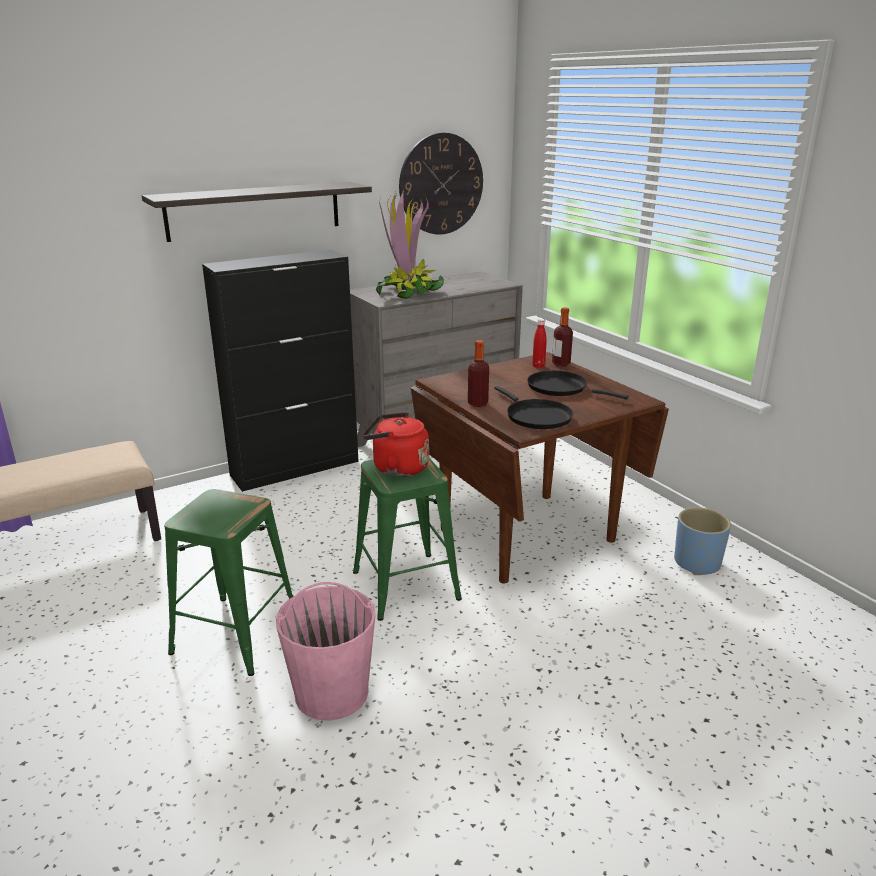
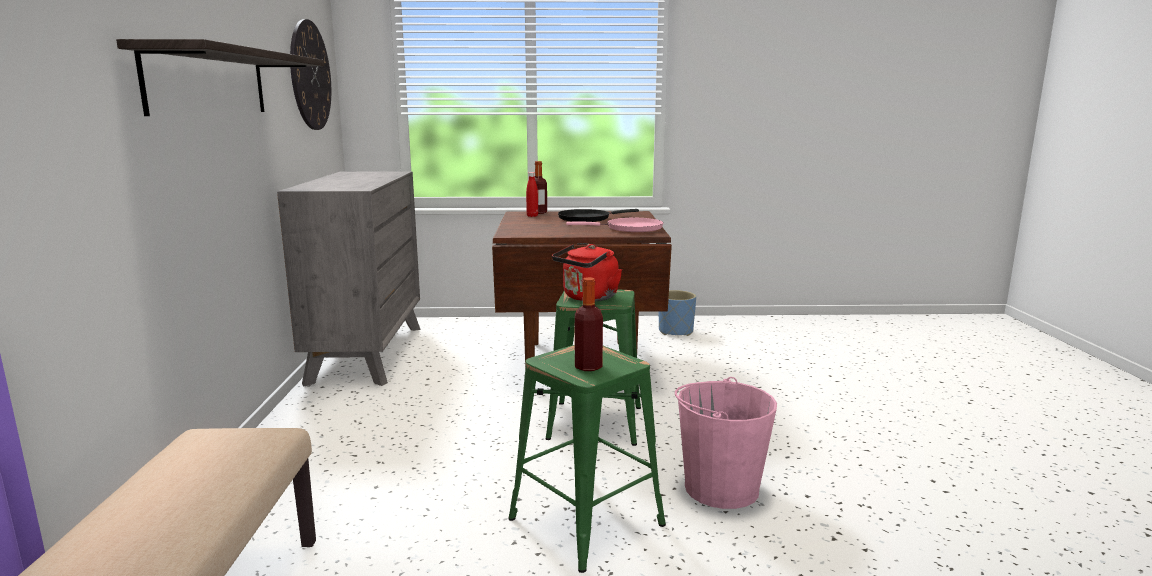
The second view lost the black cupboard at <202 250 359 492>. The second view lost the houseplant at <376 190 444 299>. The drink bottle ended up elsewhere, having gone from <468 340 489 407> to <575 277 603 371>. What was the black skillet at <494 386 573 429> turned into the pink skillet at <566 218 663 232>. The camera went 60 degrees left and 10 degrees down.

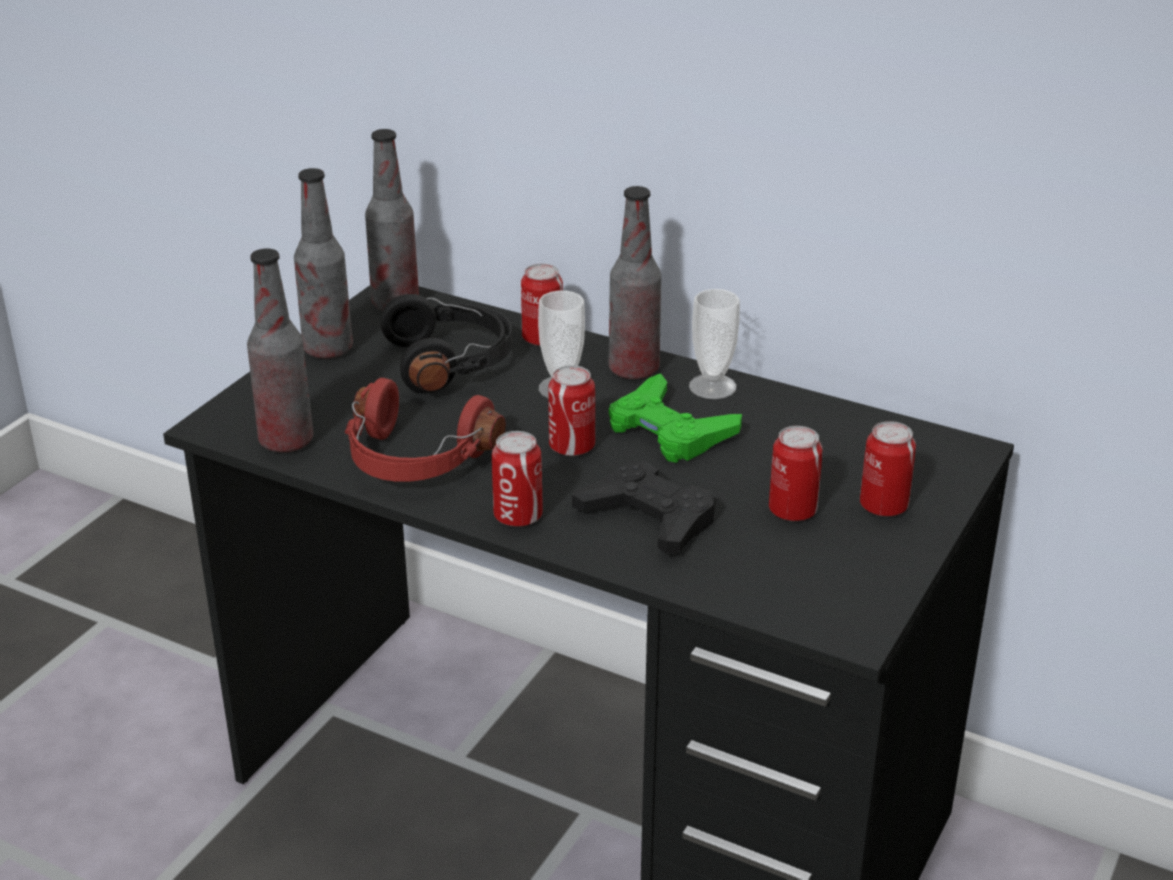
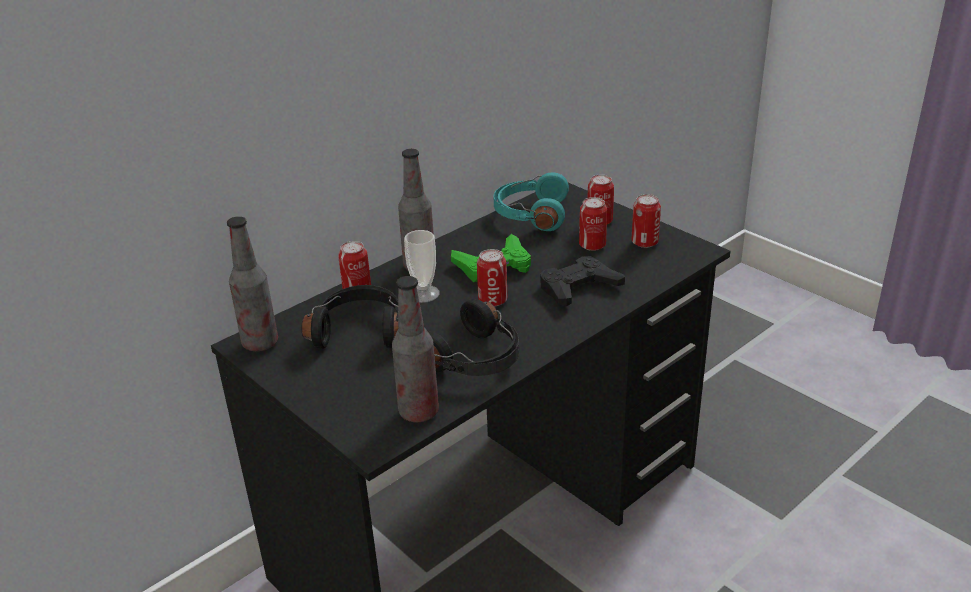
The second view lost the drink bottle at <294 168 353 358>. The second view lost the cup at <689 289 740 399>. The second view gained the turquoise headphones at <494 173 569 231>. The metal can ended up elsewhere, having gone from <492 431 543 527> to <631 194 661 248>. What was the red headphones at <345 378 506 482> turned into the black headphones at <428 299 519 376>. The camera went 70 degrees left and 0 degrees up.

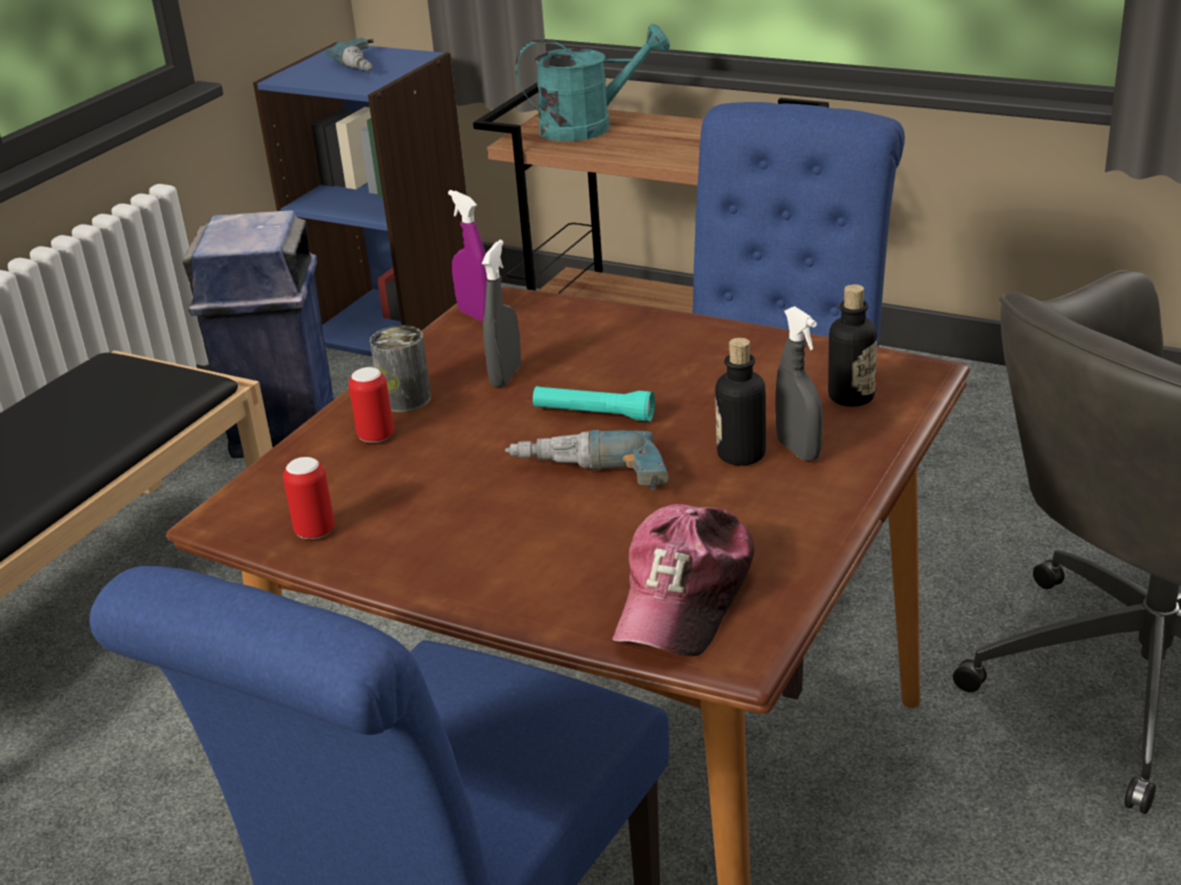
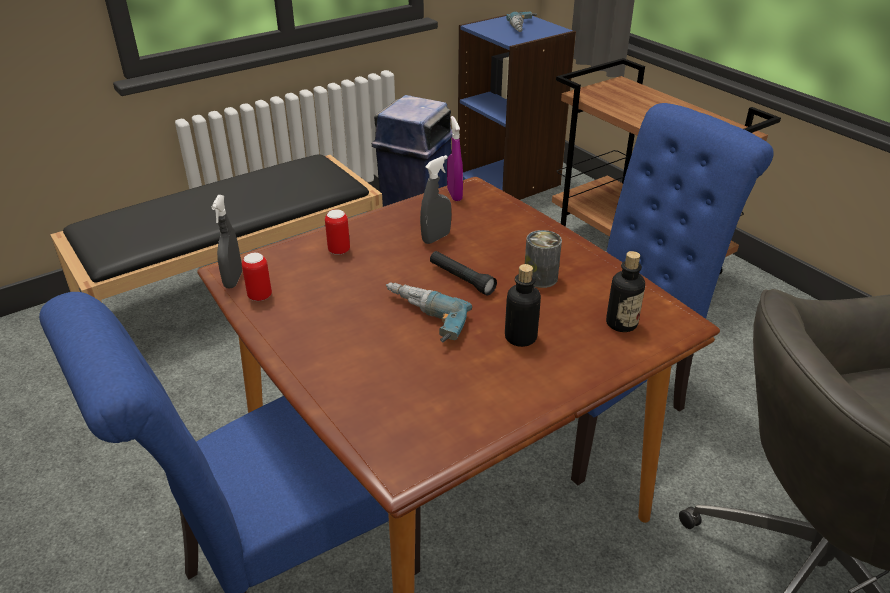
The second view lost the turquoise watering can at <515 24 670 141>. The second view lost the baseball cap at <612 504 754 656>. The metal can ended up elsewhere, having gone from <370 326 431 412> to <525 230 562 288>. The grey hand sprayer ended up elsewhere, having gone from <775 306 823 461> to <211 195 242 288>. What was the turquoise torch at <533 386 655 421> turned into the black torch at <430 251 497 295>. The camera went 25 degrees right and 5 degrees up.

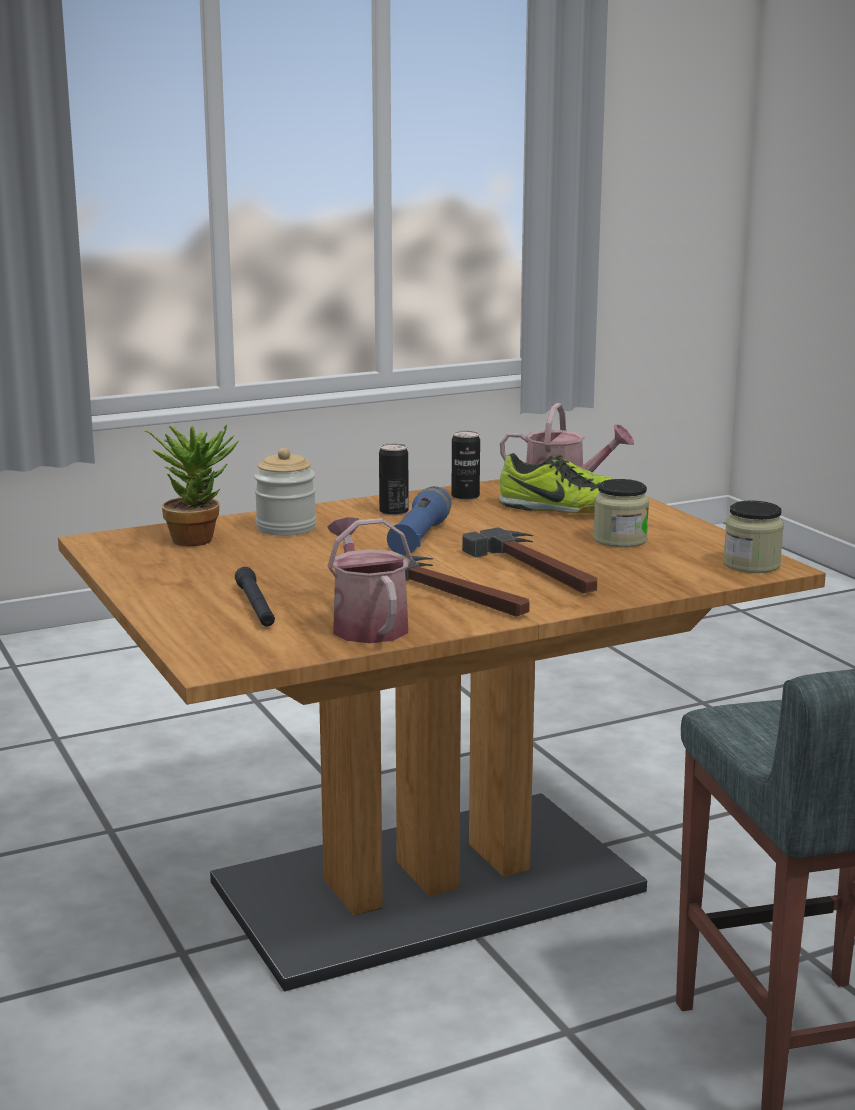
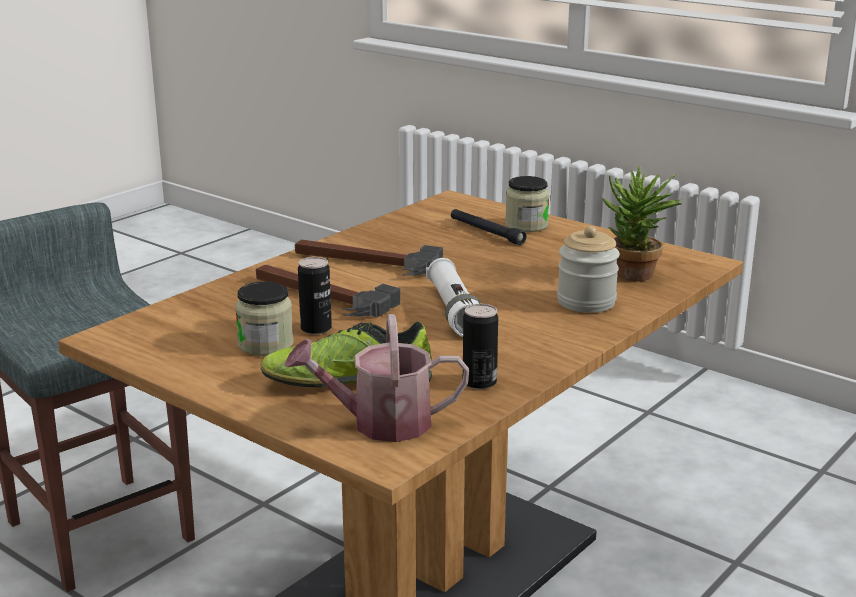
The second view lost the watering can at <327 517 412 643>. The metal can ended up elsewhere, having gone from <379 443 409 516> to <298 257 332 335>. The preserve jar ended up elsewhere, having gone from <723 500 784 573> to <505 176 550 232>. What was the bluish torch at <387 486 452 555> turned into the white-coloured torch at <426 258 481 337>. The camera went 155 degrees right and 5 degrees up.

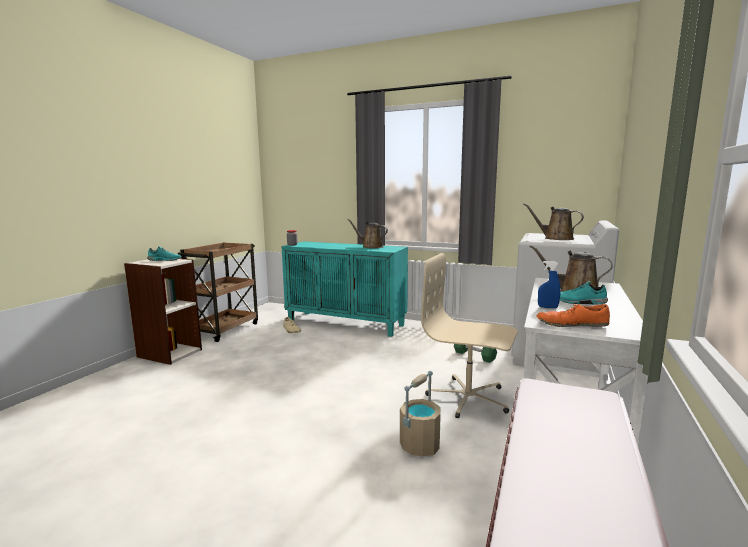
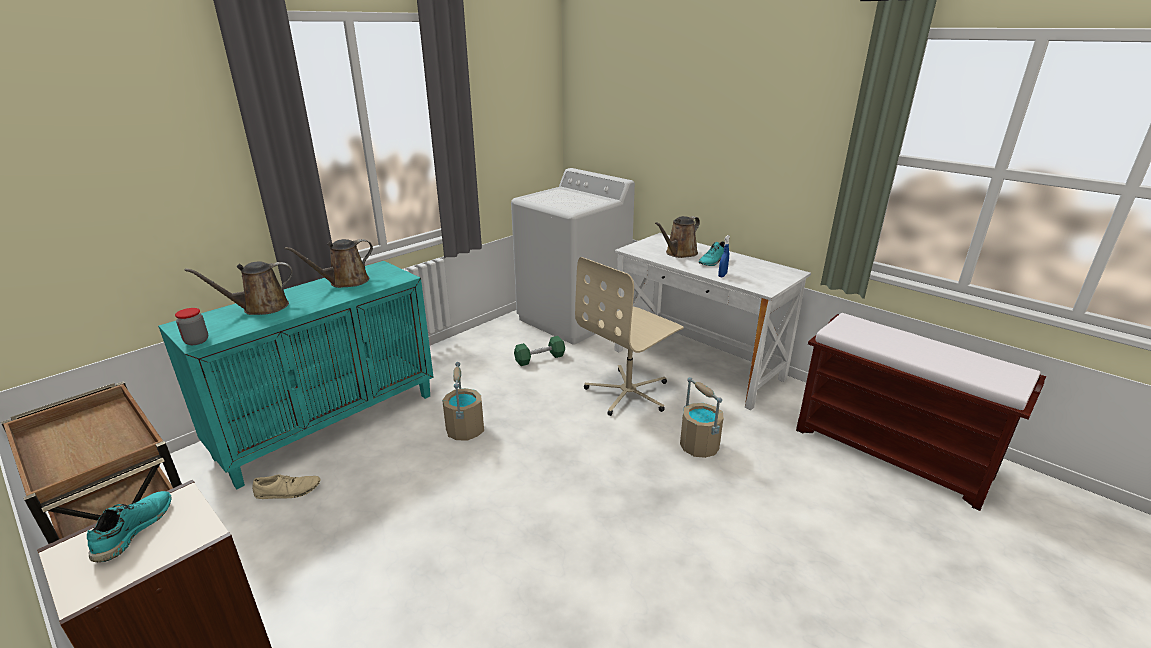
The second view lost the orange shoe at <536 304 610 327>. The second view gained the beige bucket at <442 362 484 441>. The brown watering can ended up elsewhere, having gone from <523 203 584 240> to <184 261 293 315>. The camera went 70 degrees left and 15 degrees up.

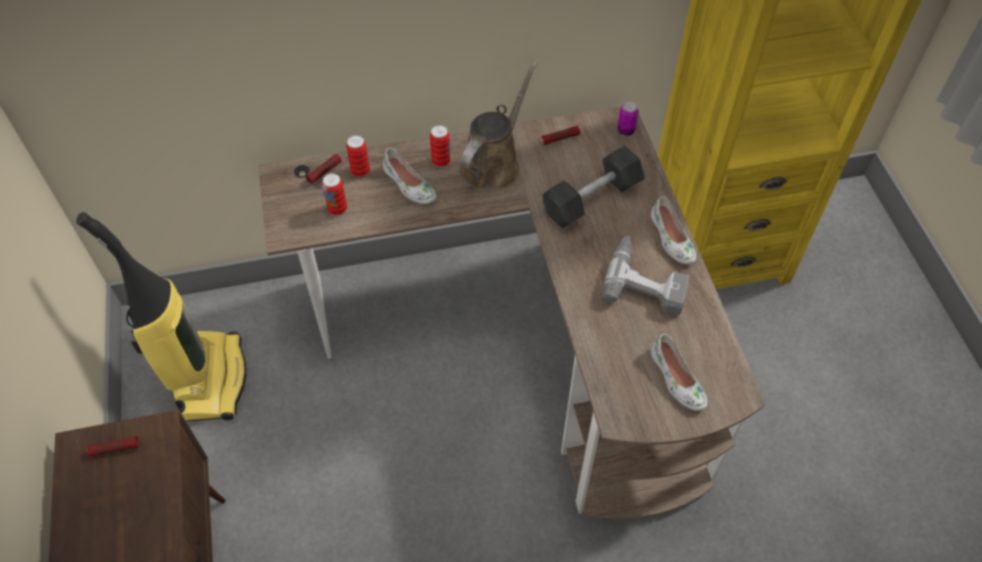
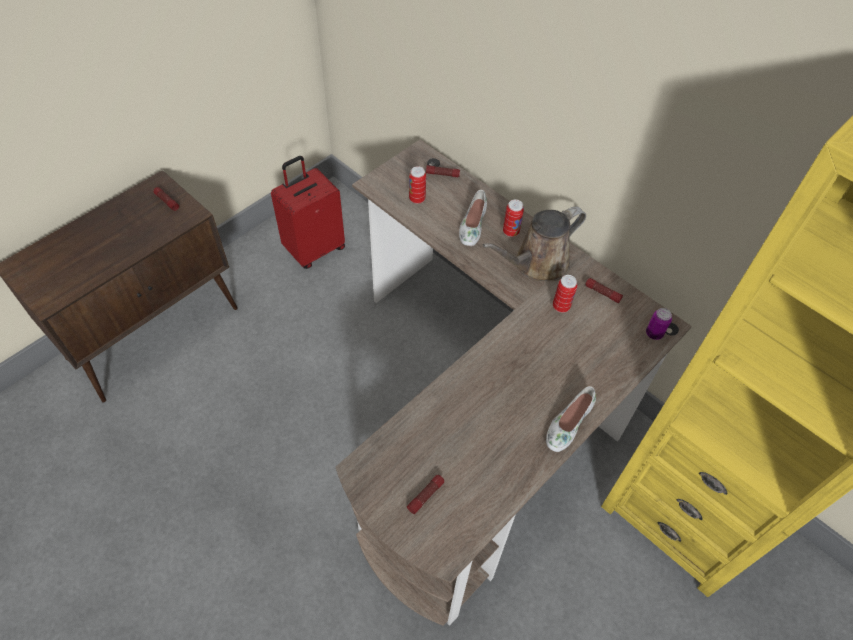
The second view lost the grey dumbbell at <542 145 645 228>. The second view lost the drill at <603 236 690 315>. The metal can ended up elsewhere, having gone from <346 135 370 177> to <553 275 577 313>. Where the vacuum stood at <76 212 246 421>, the red suitcase came to stand at <271 156 345 269>. Where the white-coloured shoe stood at <651 334 707 411>, the torch came to stand at <407 475 444 514>. The brown watering can at <460 61 538 191> ended up facing another way, 150 degrees clockwise from before. The camera went 55 degrees right and 0 degrees up.

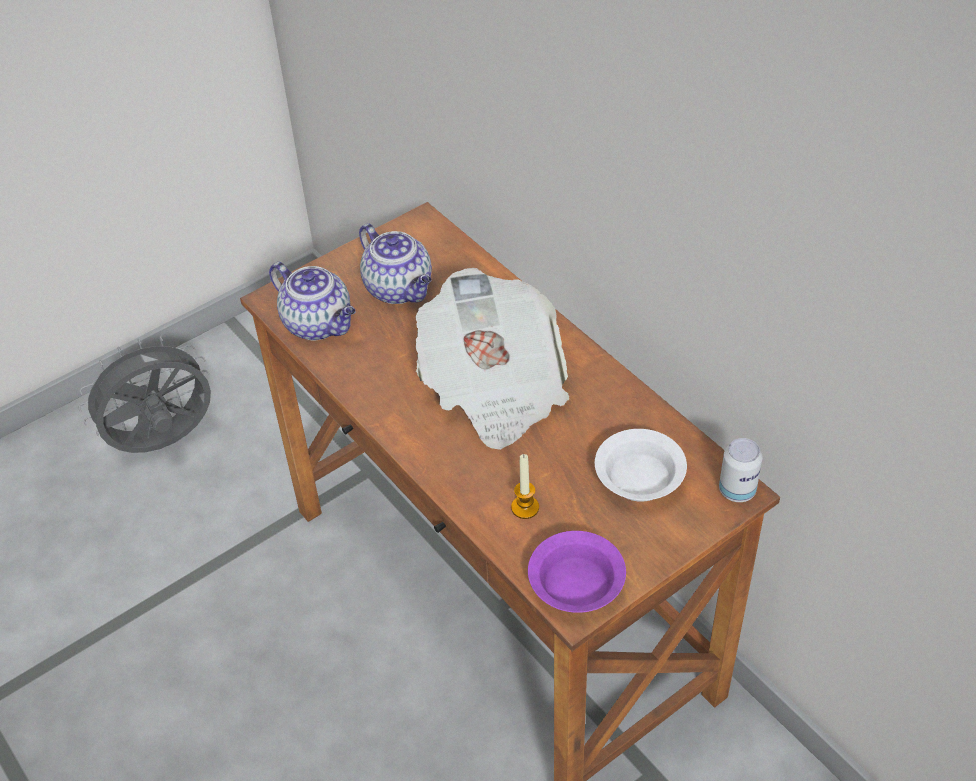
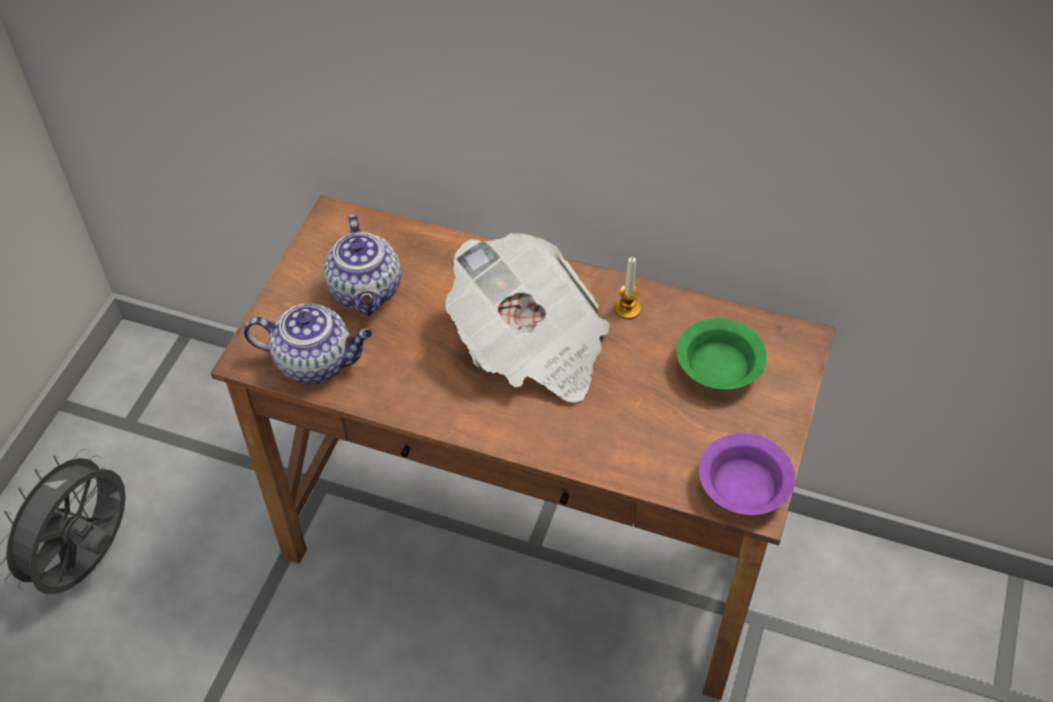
The second view lost the metal can at <719 438 763 502>. The wax light ended up elsewhere, having gone from <511 454 539 519> to <615 257 641 319>. What was the white-coloured serving bowl at <595 429 687 502> turned into the green-coloured serving bowl at <677 318 767 390>. The tea pot at <359 223 432 304> ended up facing another way, 60 degrees clockwise from before. The camera went 35 degrees left and 5 degrees up.

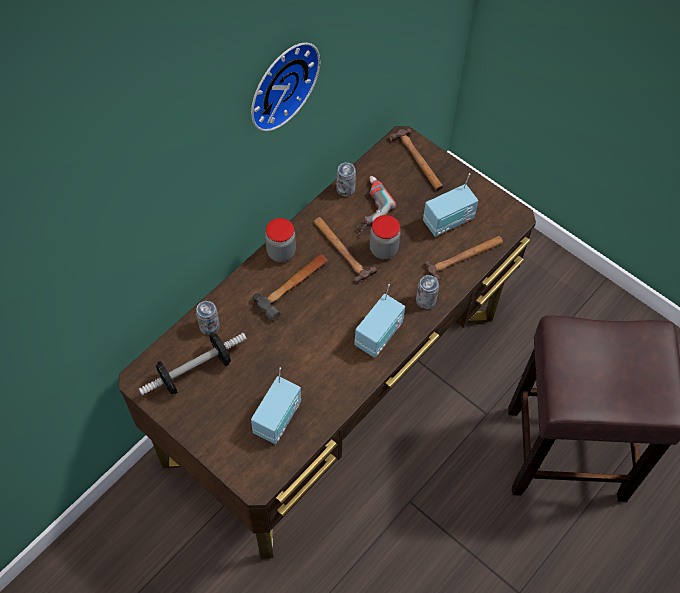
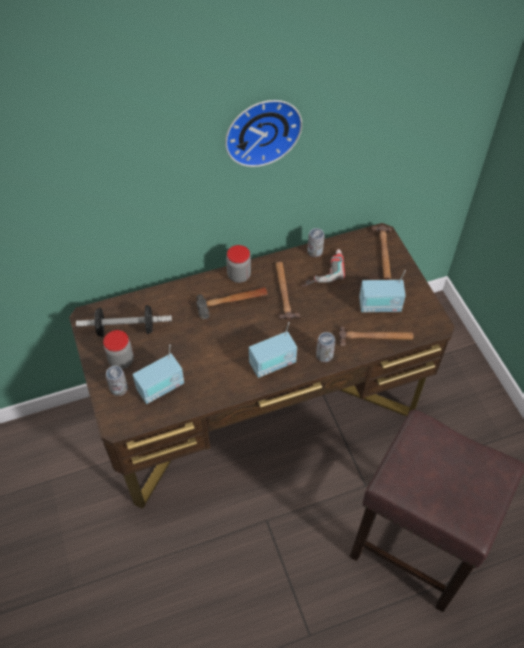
The metal can ended up elsewhere, having gone from <196 301 220 335> to <106 366 128 396>. The preserve jar ended up elsewhere, having gone from <370 215 401 259> to <103 330 134 369>. The camera went 30 degrees right and 5 degrees down.

